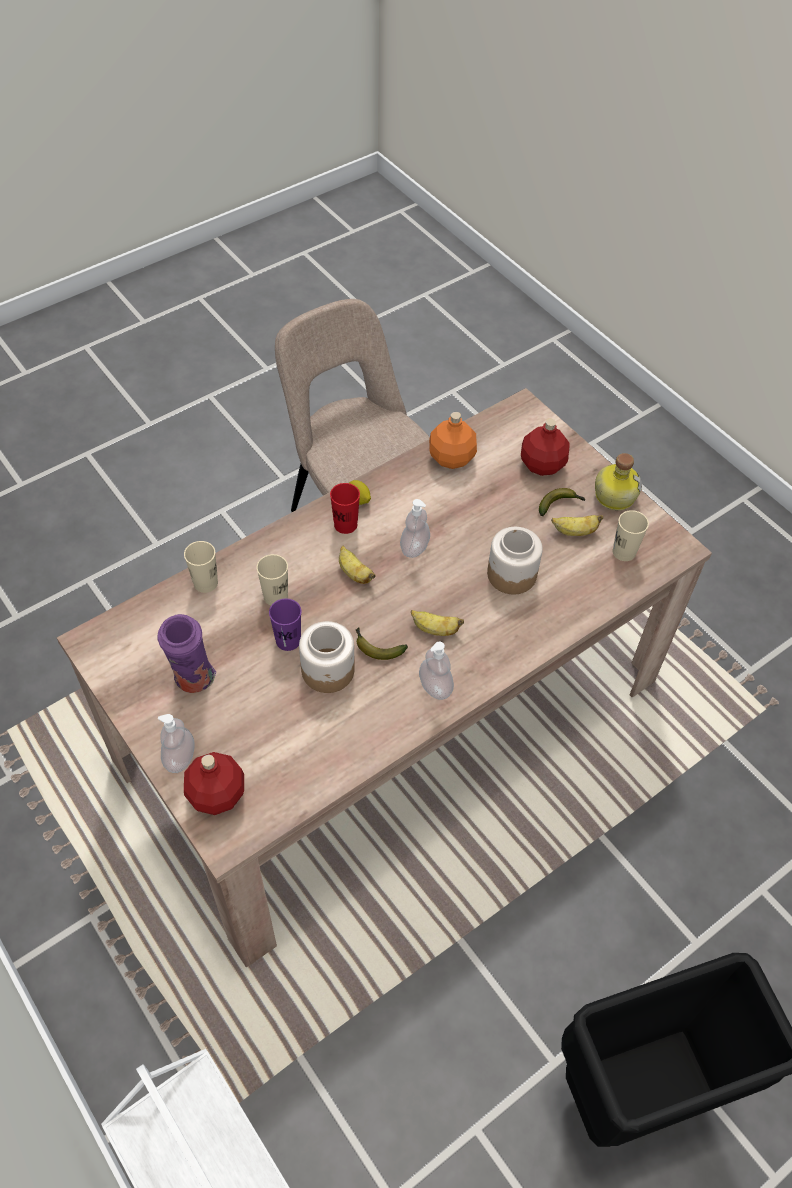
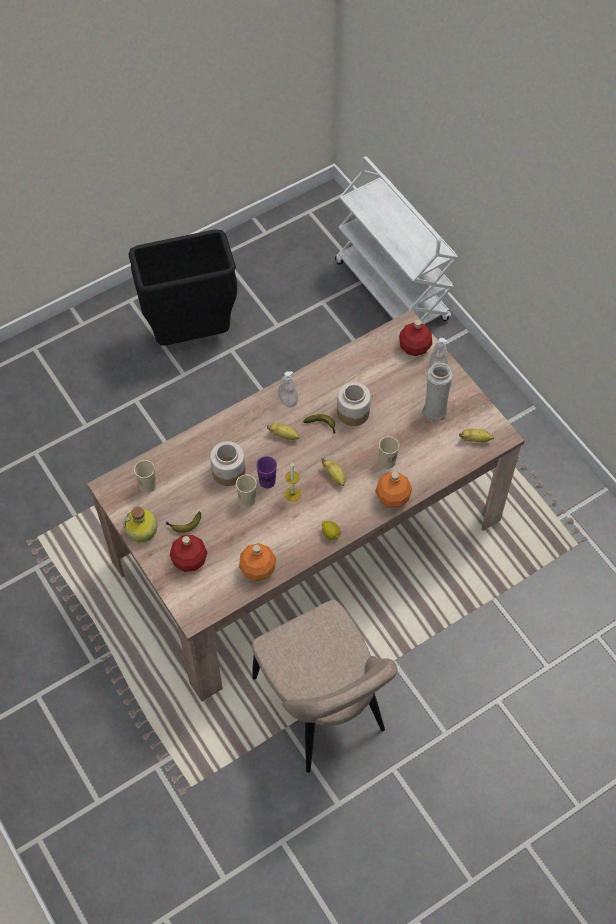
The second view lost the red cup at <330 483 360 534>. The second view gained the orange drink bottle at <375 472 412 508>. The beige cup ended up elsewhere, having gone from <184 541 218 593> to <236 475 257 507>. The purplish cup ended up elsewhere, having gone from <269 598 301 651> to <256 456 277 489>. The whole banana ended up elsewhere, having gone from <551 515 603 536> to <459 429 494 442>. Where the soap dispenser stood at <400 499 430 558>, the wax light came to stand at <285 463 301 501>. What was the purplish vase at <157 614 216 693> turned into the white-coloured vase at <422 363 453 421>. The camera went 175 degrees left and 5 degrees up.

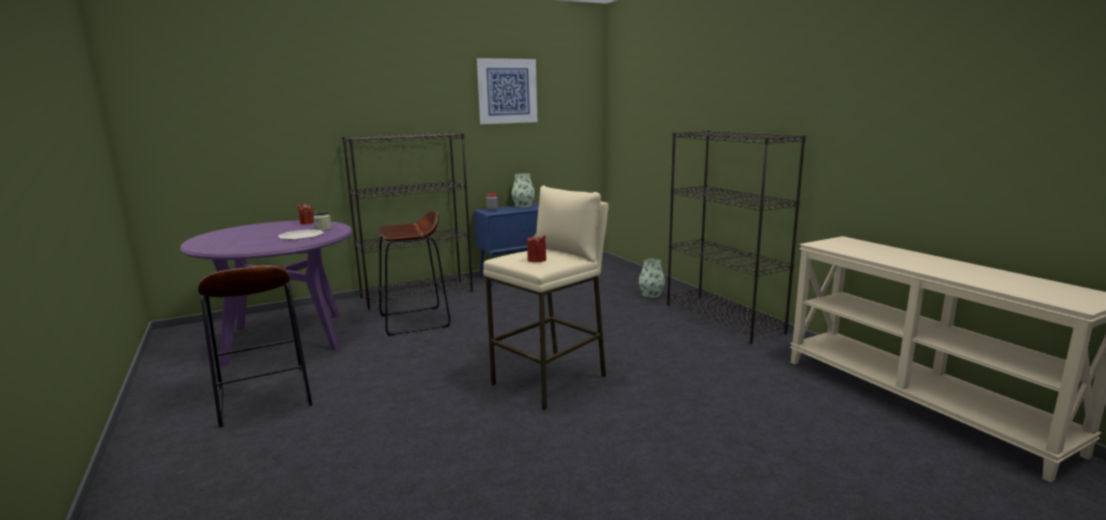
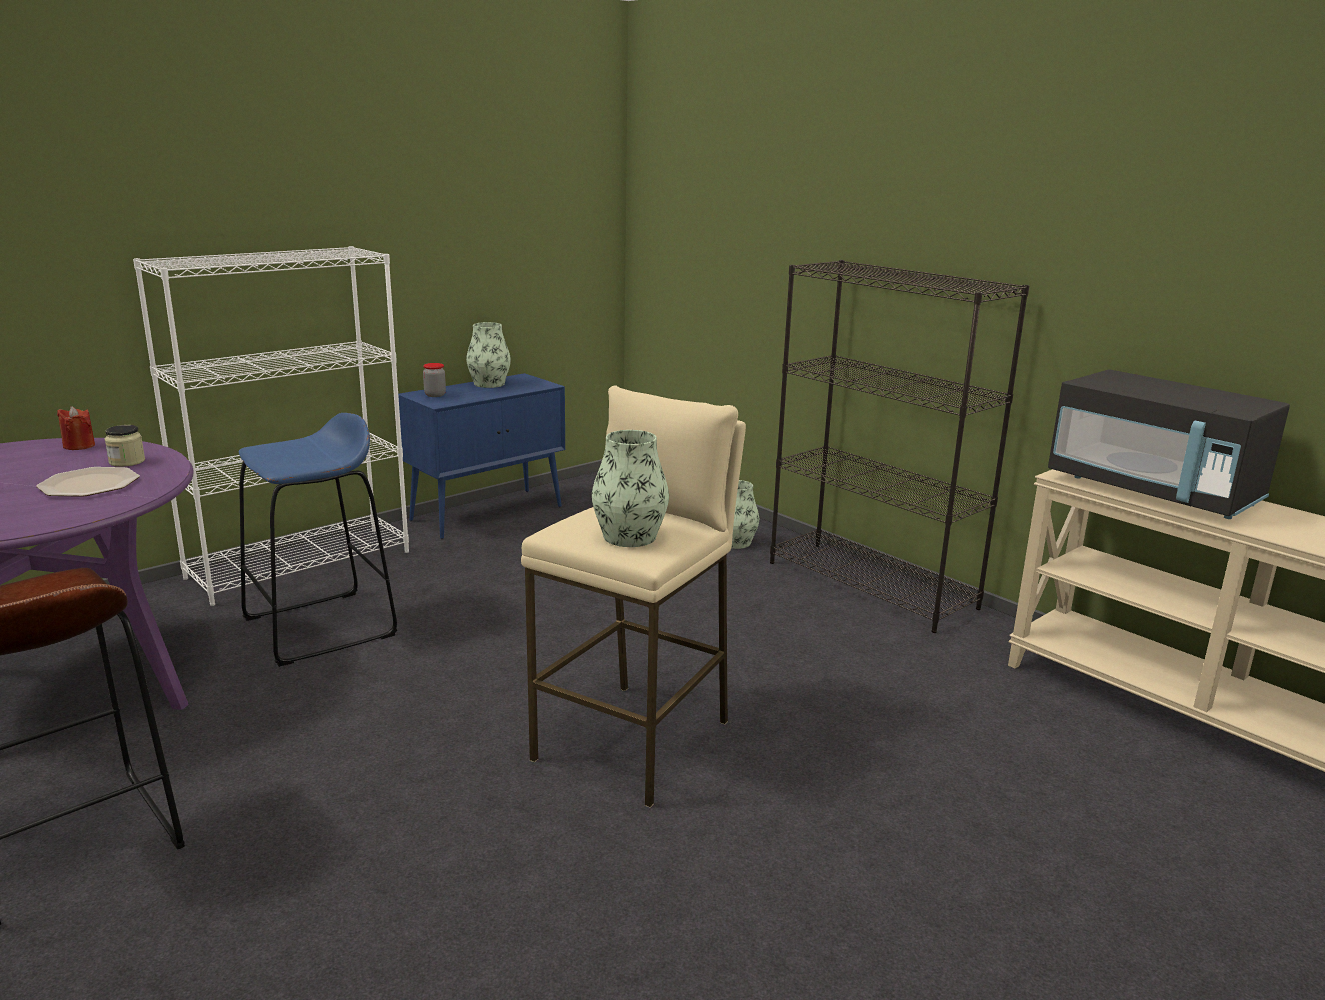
The second view lost the wall art at <477 58 537 124>. The second view gained the black kitchen microwave at <1048 369 1290 519>. Where the red wax light stood at <527 233 546 262>, the vase came to stand at <592 430 669 547>. What was the black bookcase at <342 132 473 309> turned into the white-coloured bookcase at <133 246 409 606>. What was the brown sitting stool at <379 210 450 336> turned into the bluish sitting stool at <239 413 397 667>. The camera went 15 degrees left and 5 degrees up.

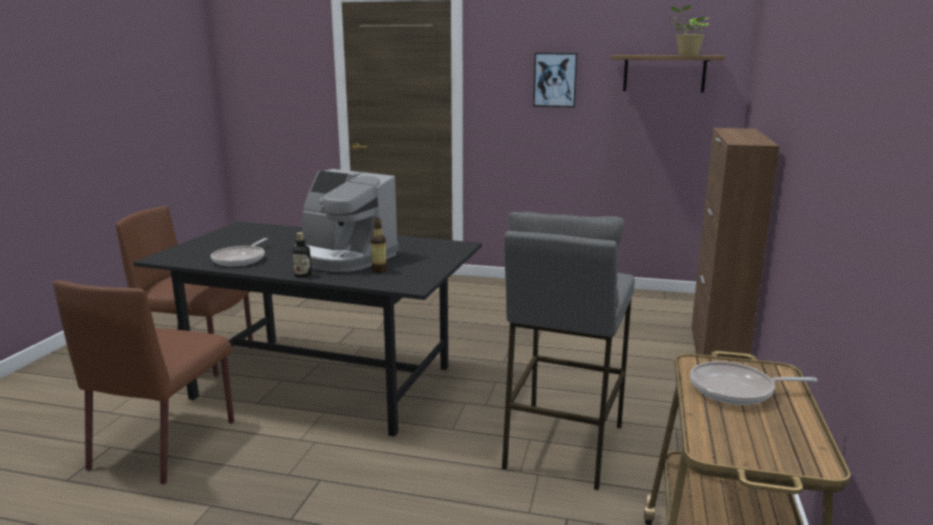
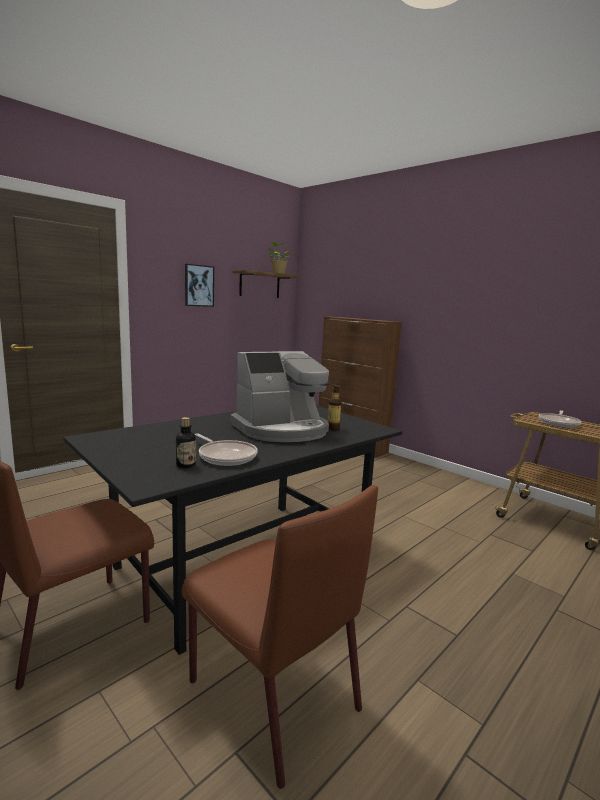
The second view lost the grey sitting stool at <502 212 635 490>. The drink bottle ended up elsewhere, having gone from <292 232 312 278> to <176 417 196 468>. The camera went 60 degrees left and 5 degrees down.

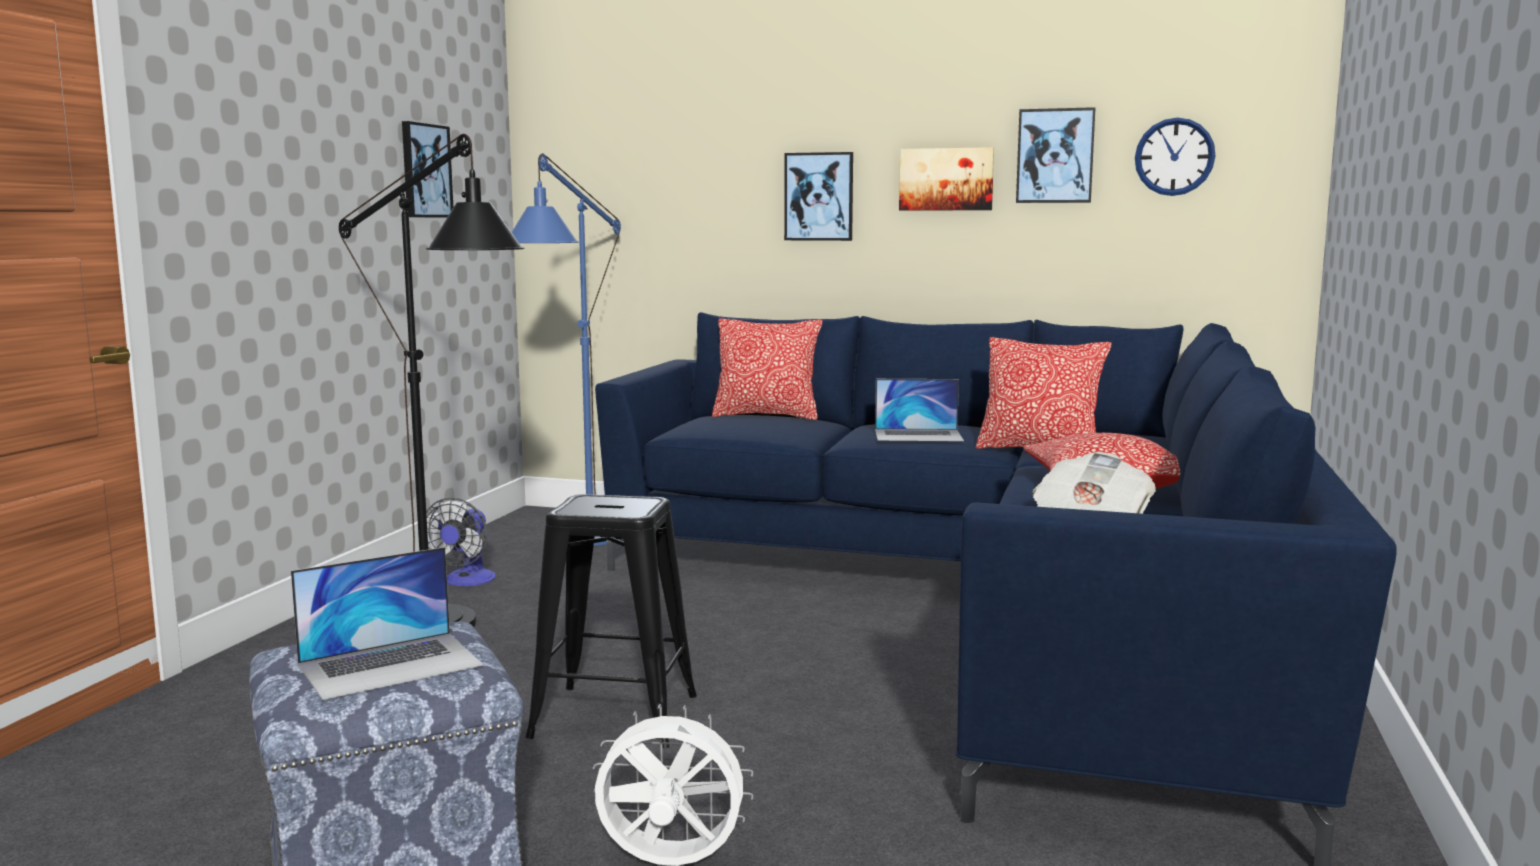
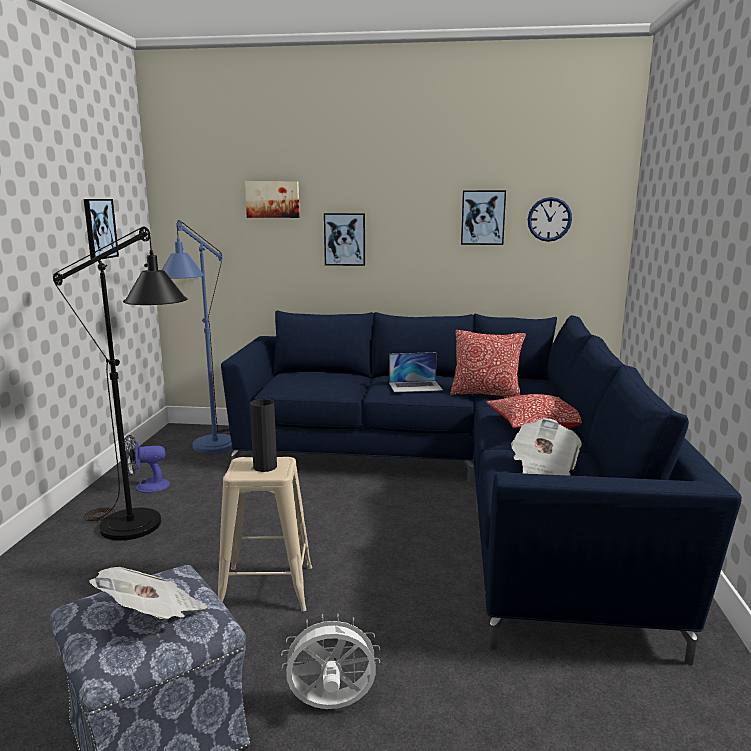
The second view lost the cushion at <712 318 823 420>. The second view gained the black vase at <250 399 277 472>. The wall art ended up elsewhere, having gone from <899 147 994 210> to <245 181 300 218>. Where the notebook computer stood at <291 547 483 700>, the newspaper came to stand at <89 567 207 619>. What was the black sitting stool at <526 494 697 748> turned into the beige sitting stool at <218 457 312 612>. The cooling fan at <426 498 496 586> ended up facing another way, 75 degrees clockwise from before. The camera went 10 degrees left and 5 degrees up.

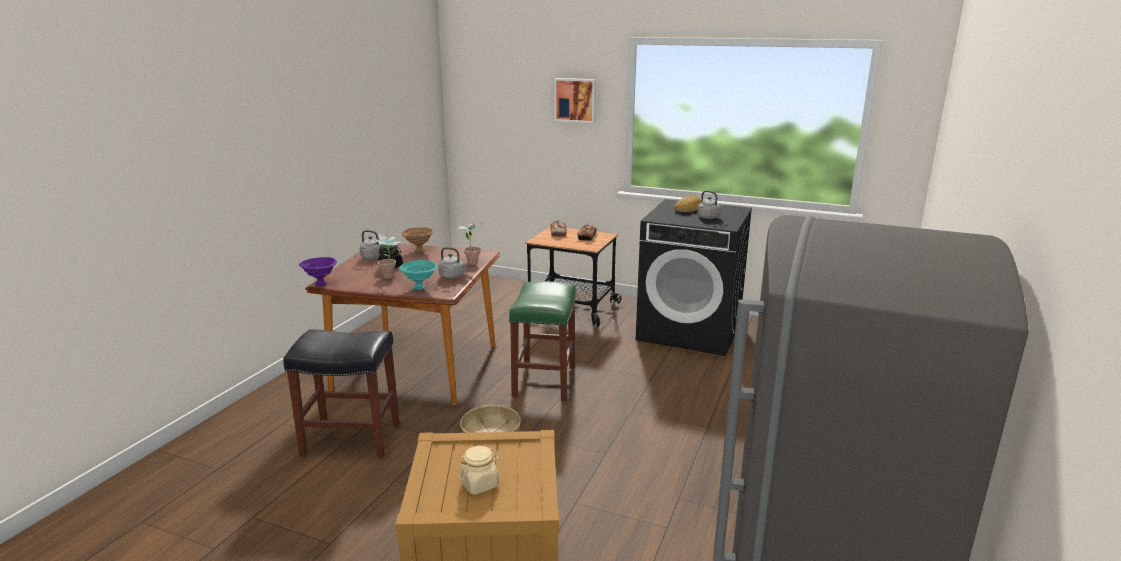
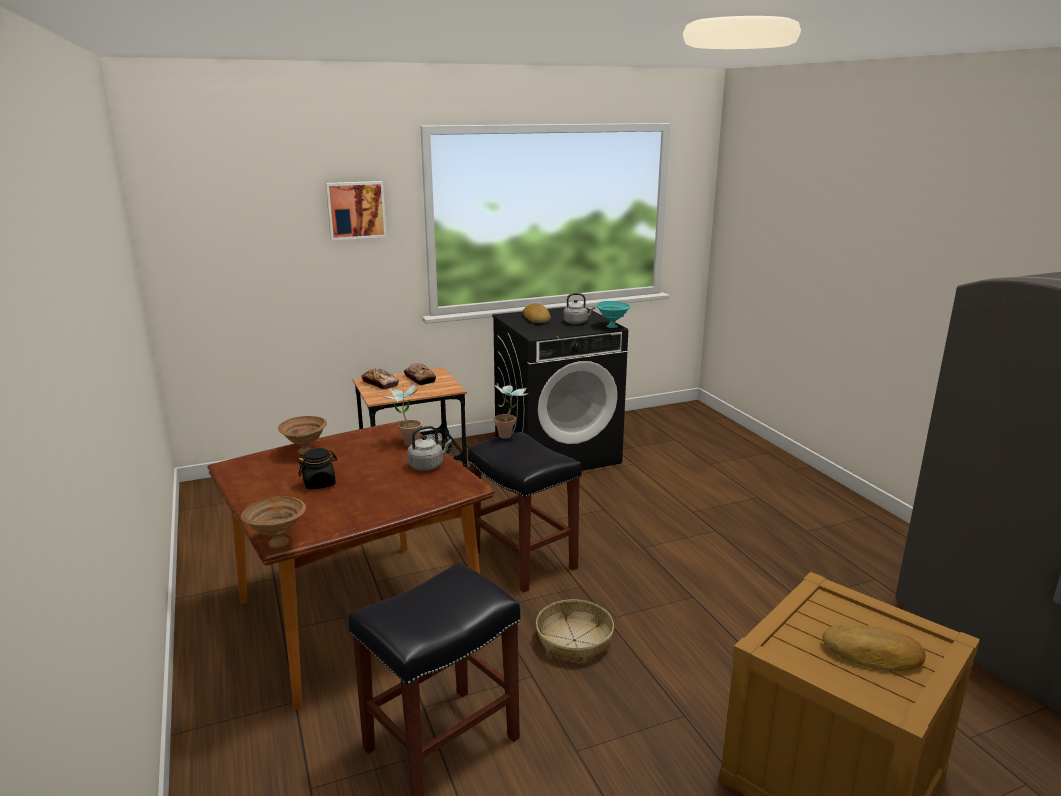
The second view lost the grey water kettle at <360 230 382 259>. The houseplant ended up elsewhere, having gone from <374 232 402 279> to <494 383 528 439>. The turquoise serving bowl ended up elsewhere, having gone from <399 260 437 290> to <596 301 631 328>. Where the beige preserve jar stood at <459 446 499 494>, the bakery bread came to stand at <822 624 926 671>. What was the purplish serving bowl at <299 257 337 286> turned into the brown serving bowl at <241 496 306 549>. What was the green-coloured sitting stool at <509 281 576 401> turned into the black sitting stool at <468 432 582 593>. The camera went 45 degrees left and 0 degrees up.

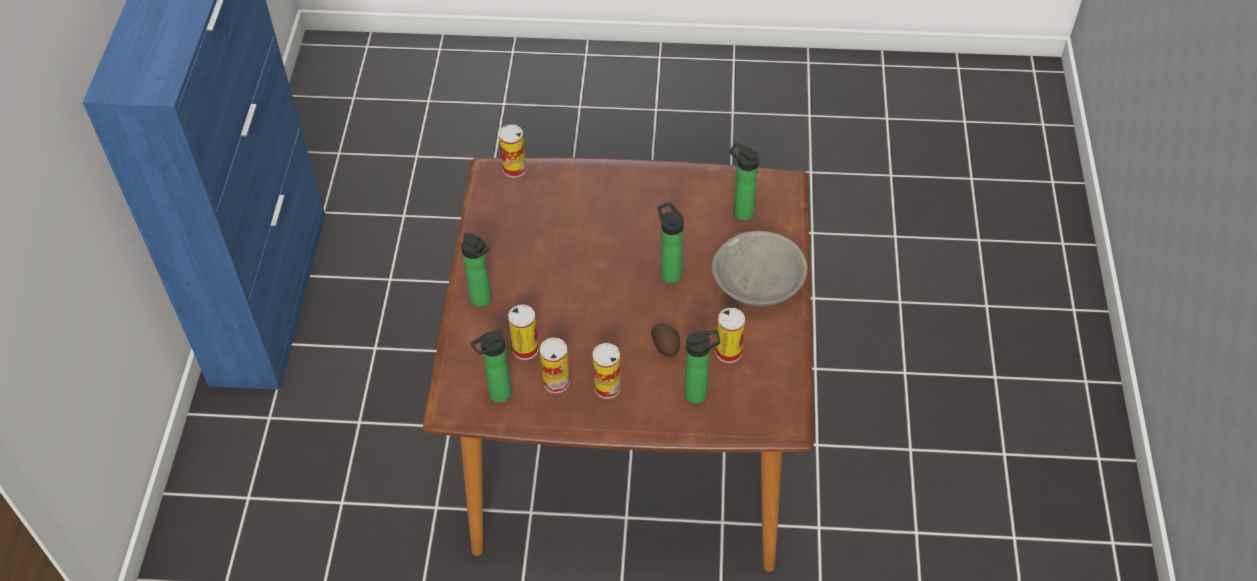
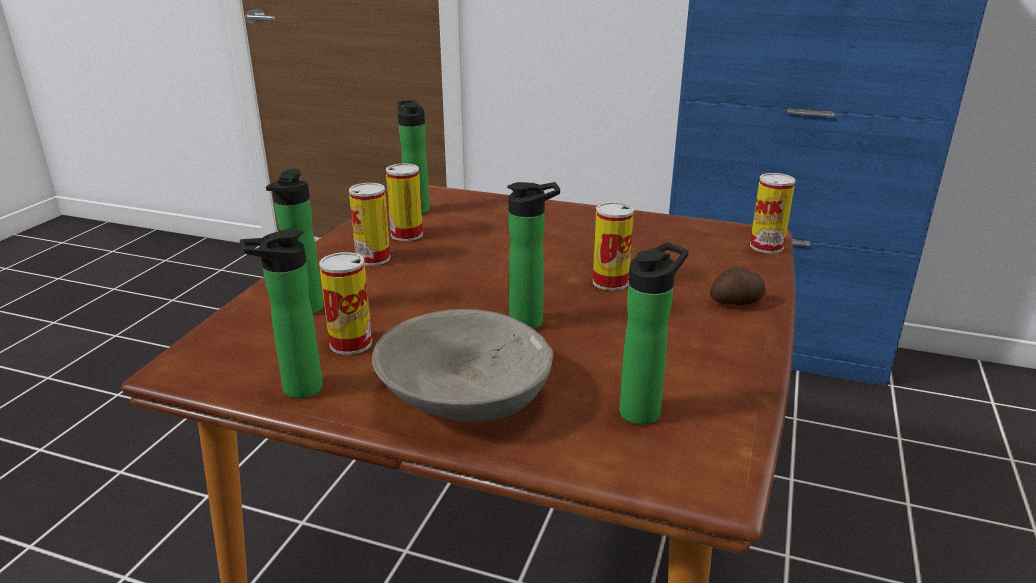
The drink bottle ended up elsewhere, having gone from <461 233 491 307> to <240 229 323 399>. The metal can ended up elsewhere, having gone from <508 305 539 360> to <593 202 634 291>. The potato ended up elsewhere, having gone from <651 324 680 357> to <710 266 765 305>. The camera went 105 degrees right and 25 degrees down.

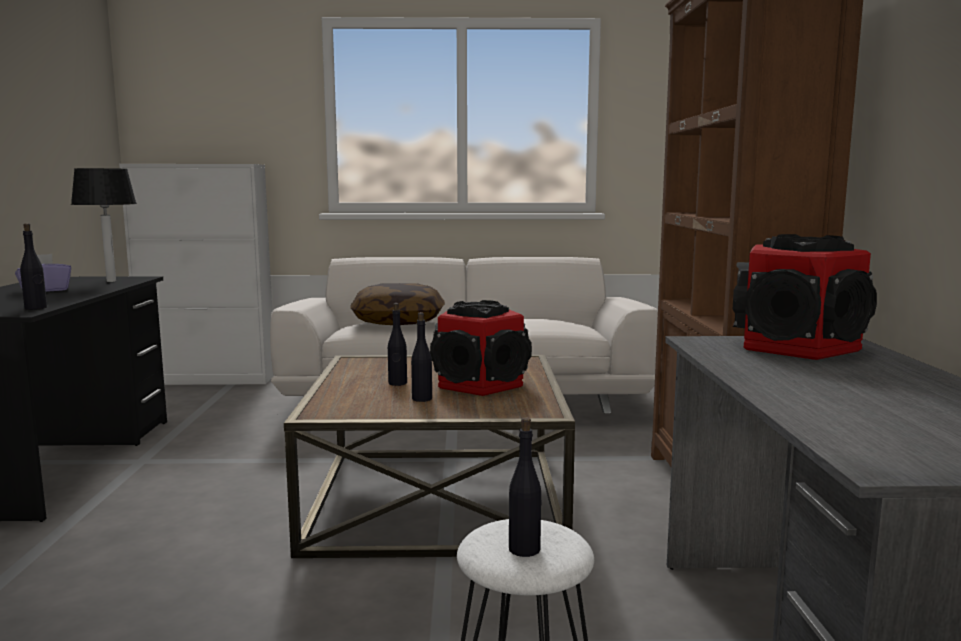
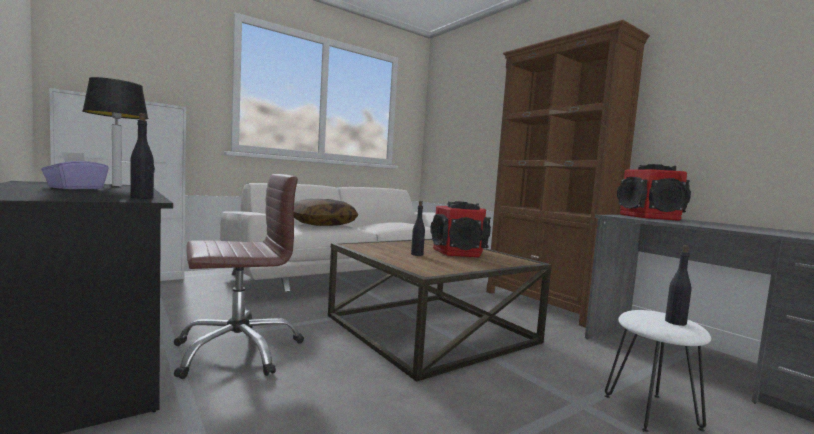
The second view lost the black drink bottle at <411 312 432 402>. The second view gained the brown desk chair at <174 174 304 379>. The camera went 35 degrees left and 5 degrees down.

